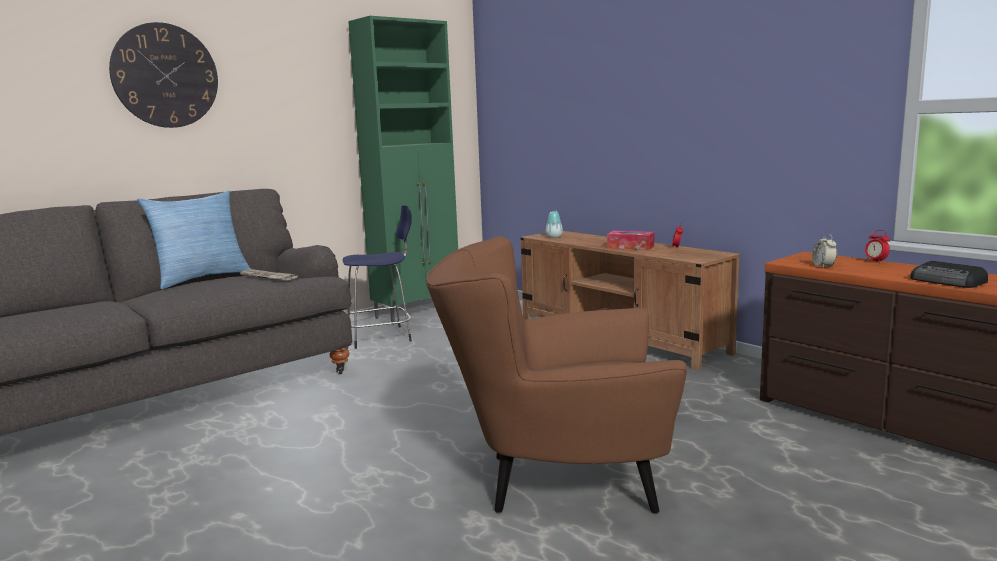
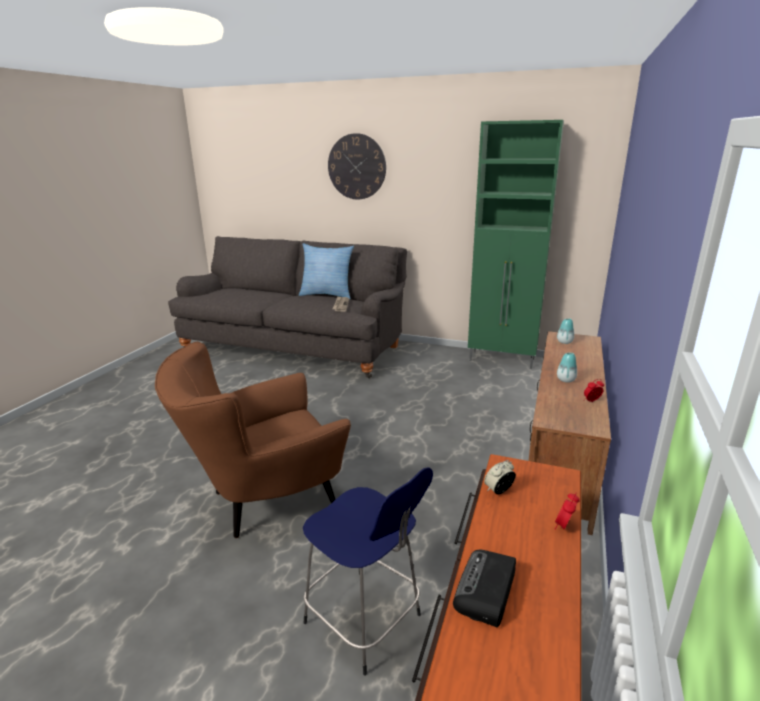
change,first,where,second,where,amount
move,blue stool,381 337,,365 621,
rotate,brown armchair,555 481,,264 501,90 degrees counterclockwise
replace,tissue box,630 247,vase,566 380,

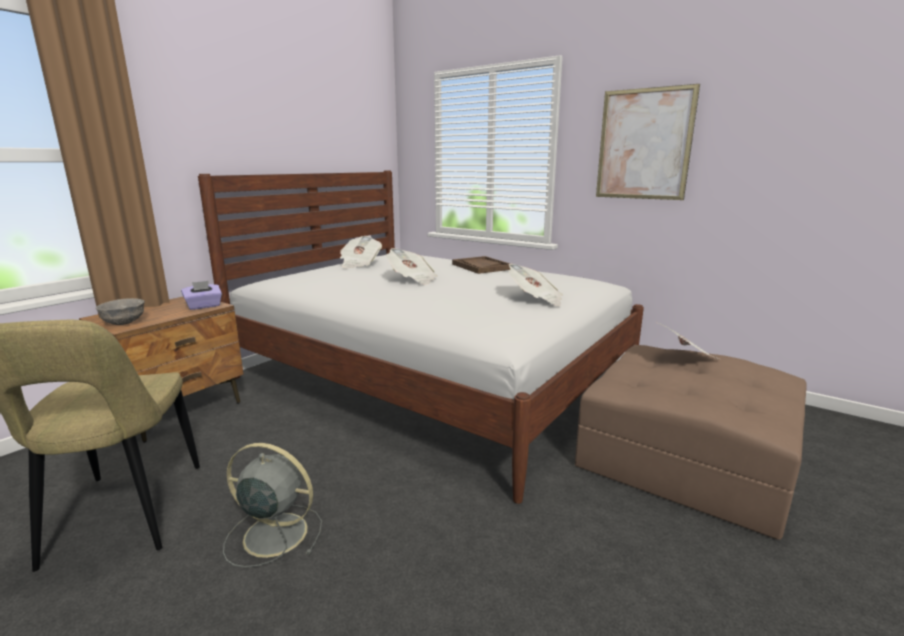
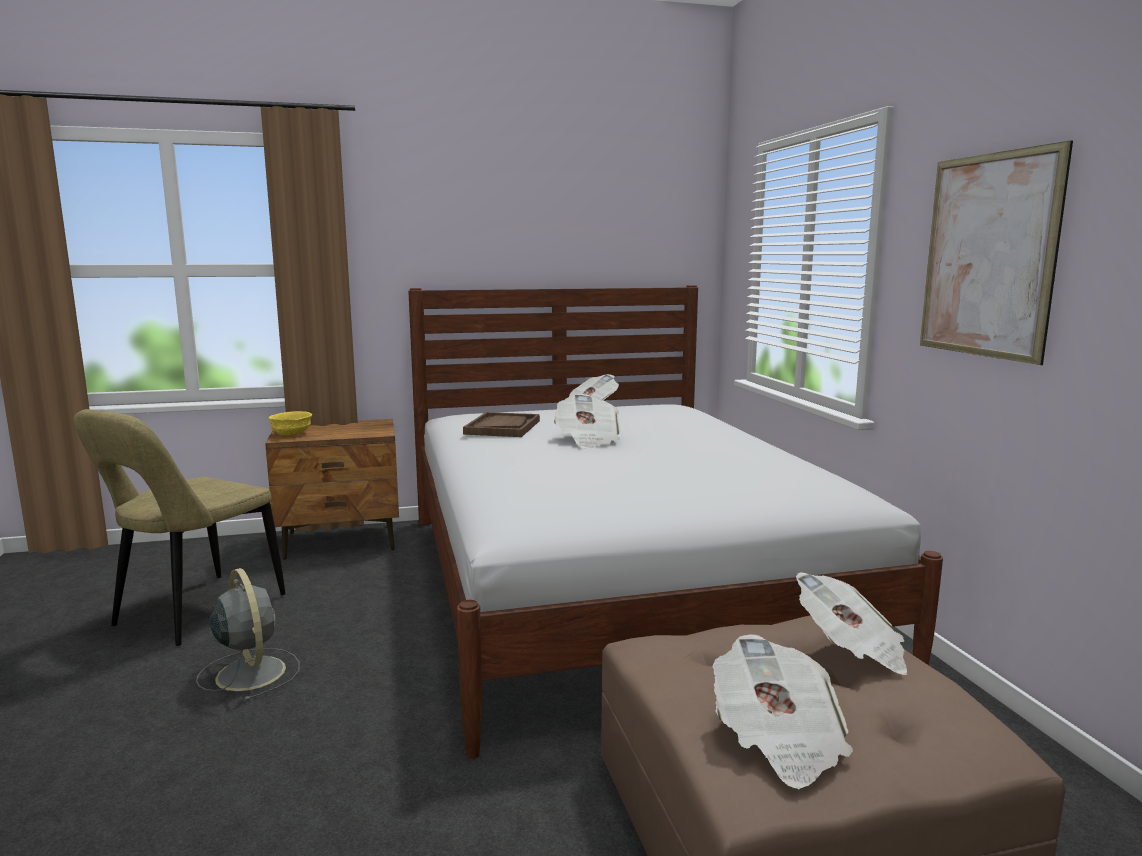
change,first,where,second,where,amount
recolor,grey bowl,125 322,yellow bowl,292 434,
delete,purple tissue box,204 306,,,
move,brown tray,481 266,,502 427,
move,newspaper,535 300,,778 741,

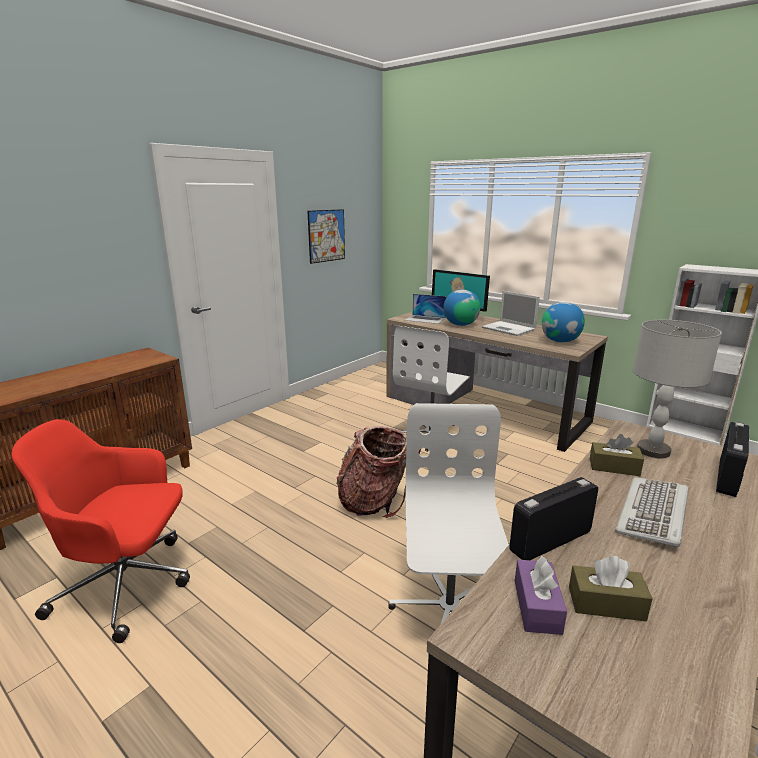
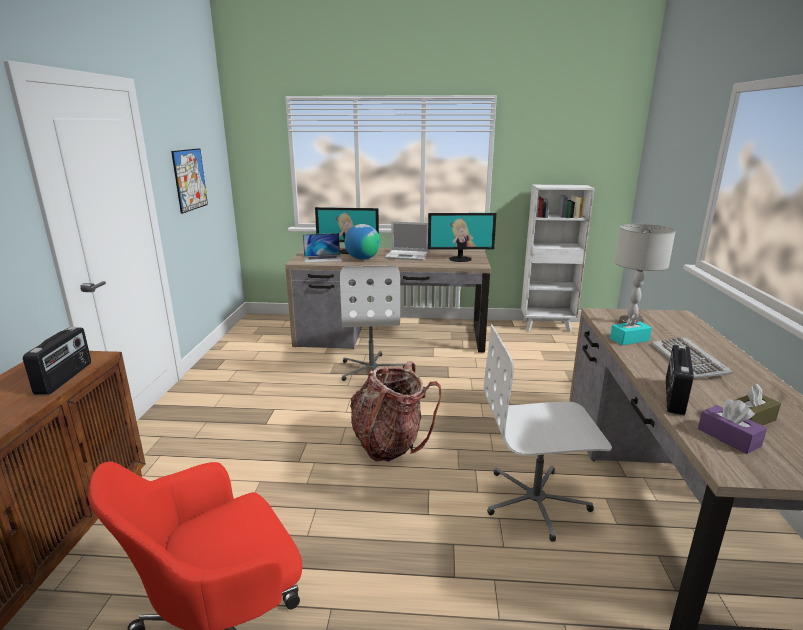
change,first,where,second,where,amount
rotate,white office chair,448 610,,536 501,60 degrees counterclockwise
replace,globe,560 341,monitor,460 259,
recolor,brown tissue box,614 467,turquoise tissue box,629 339,
move,radio,728 478,,65 378,

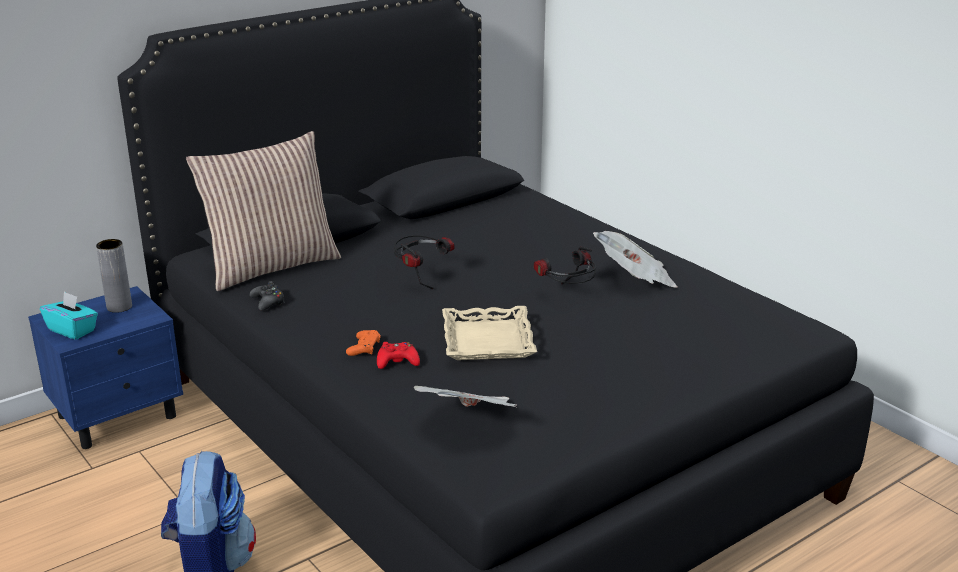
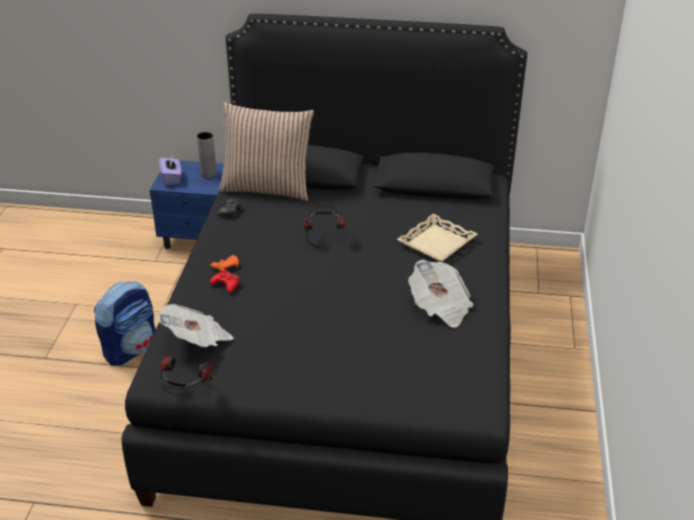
change,first,where,second,where,amount
recolor,turquoise tissue box,72 330,purple tissue box,171 178,
move,beige tray,487 340,,436 242,
move,headphones,567 296,,185 395,

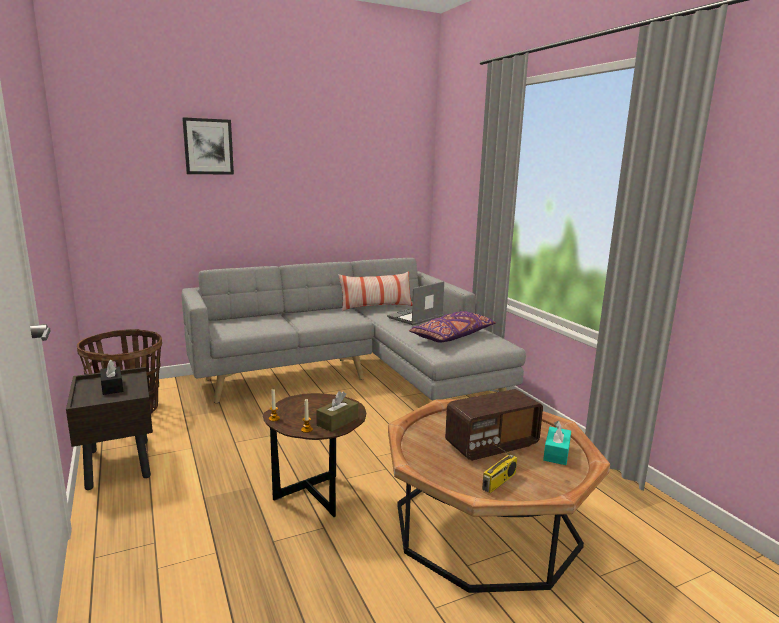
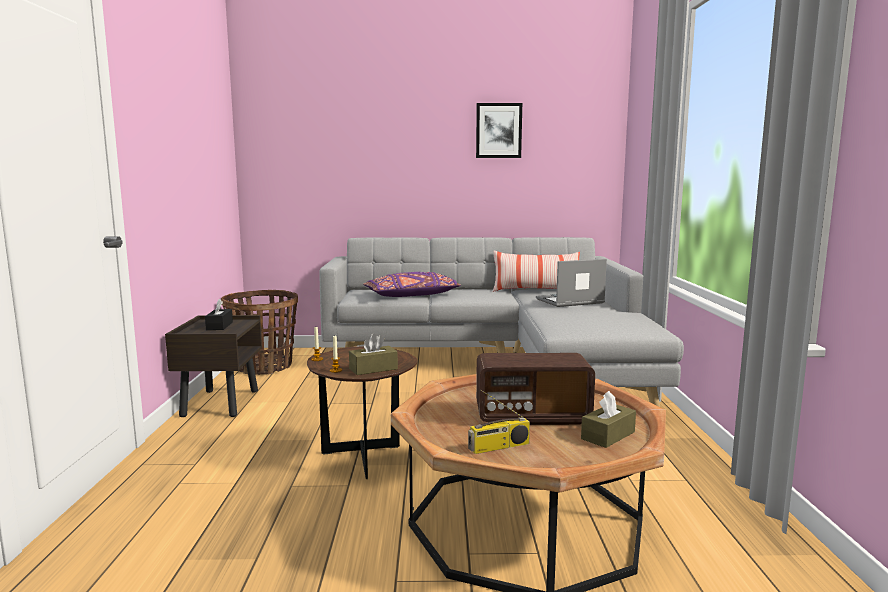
change,first,where,second,where,amount
move,picture,208 146,,498 130,
move,purple pillow,452 336,,411 295,
recolor,turquoise tissue box,556 453,brown tissue box,608 435,

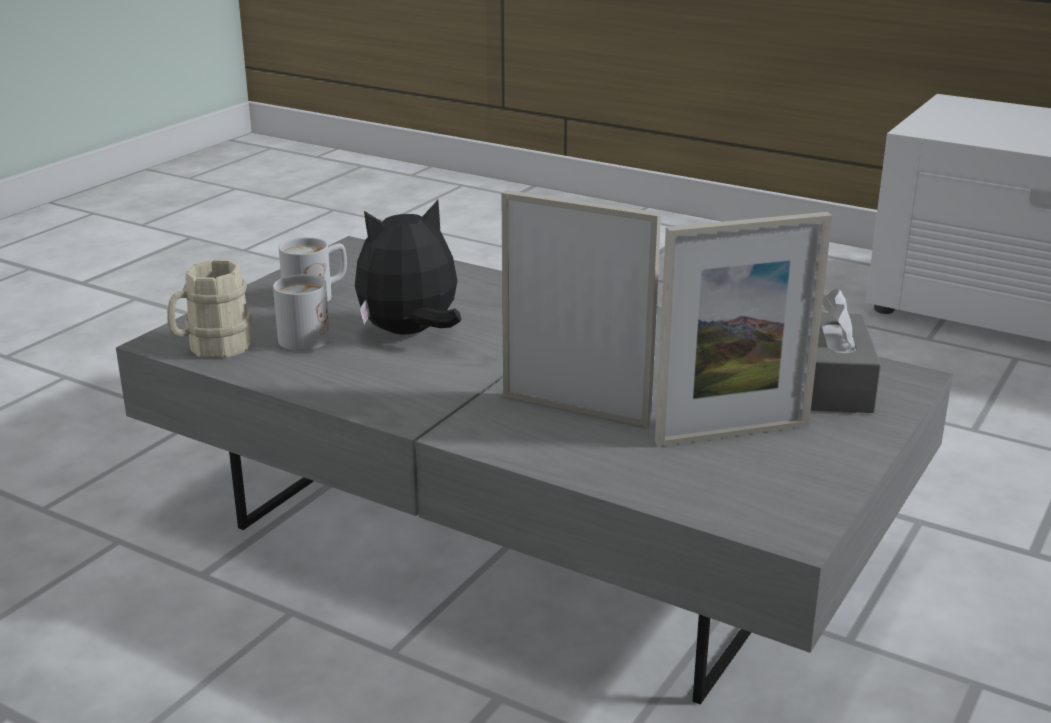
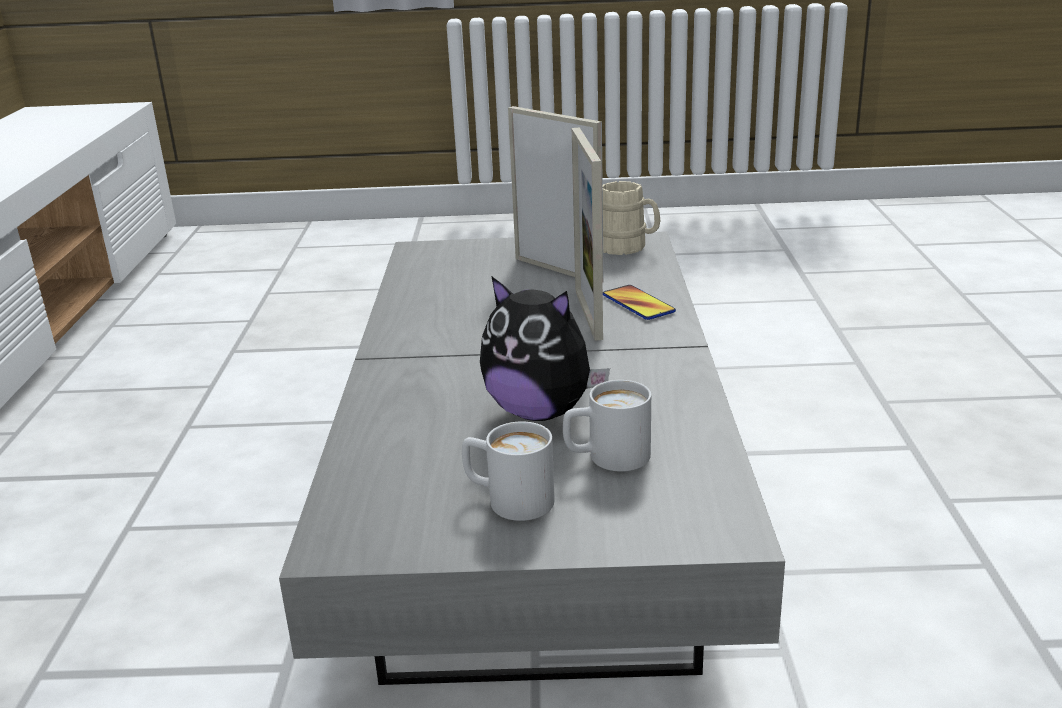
change,first,where,second,where,amount
move,beige mug,212 348,,628 247,
delete,grey tissue box,833 384,,,
insert,,,phone,638 304,

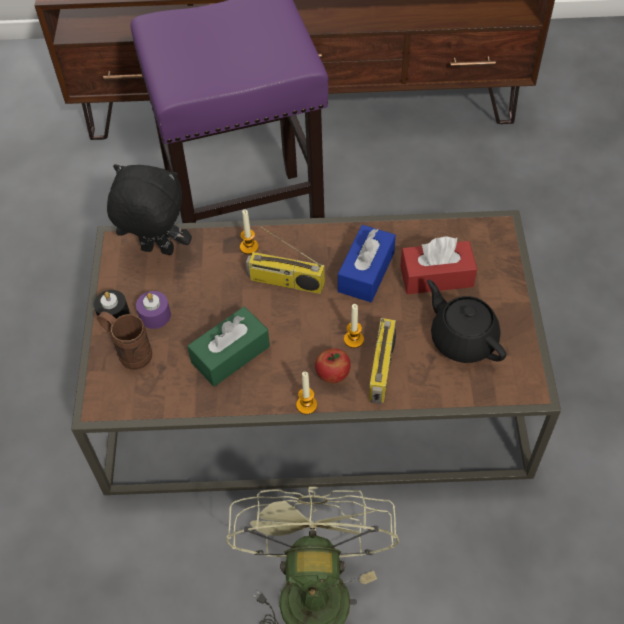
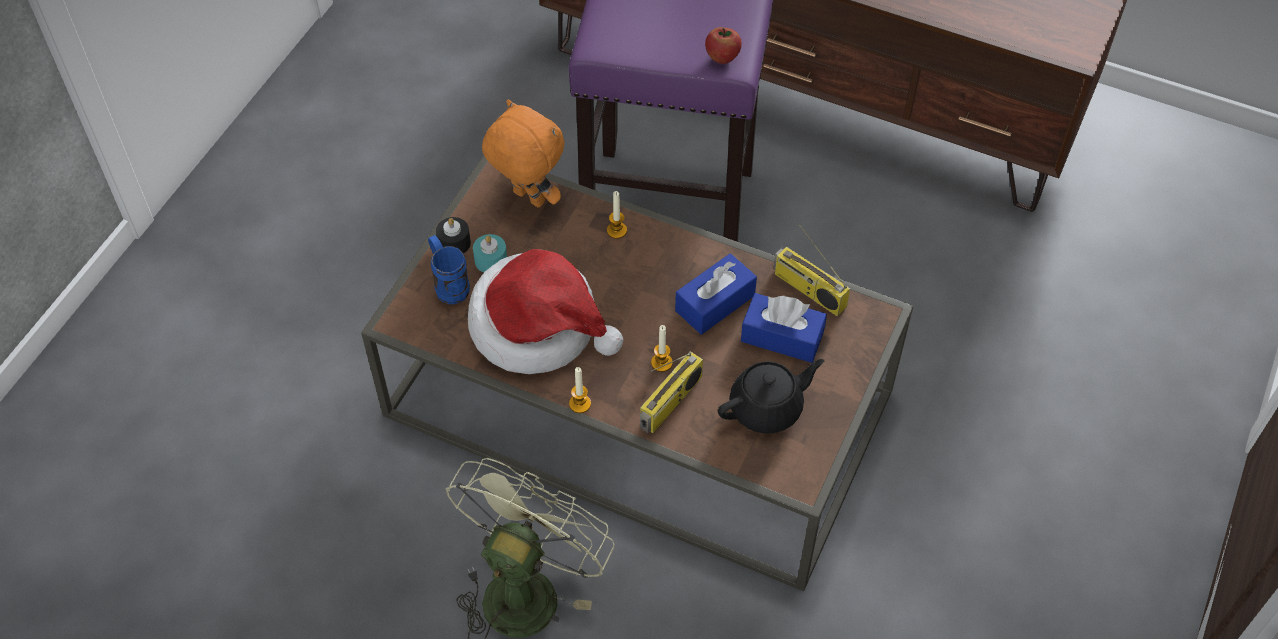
change,first,where,second,where,amount
recolor,brown mug,129 352,blue mug,448 284,
recolor,black plush toy,156 251,orange plush toy,527 198,
recolor,purple candle,155 315,turquoise candle,491 260,
replace,green tissue box,230 354,hat,538 326,
move,radio,285 282,,808 290,
move,apple,332 375,,722 58,
recolor,red tissue box,436 276,blue tissue box,782 337,
rotate,black teapot,462 339,,767 408,75 degrees clockwise

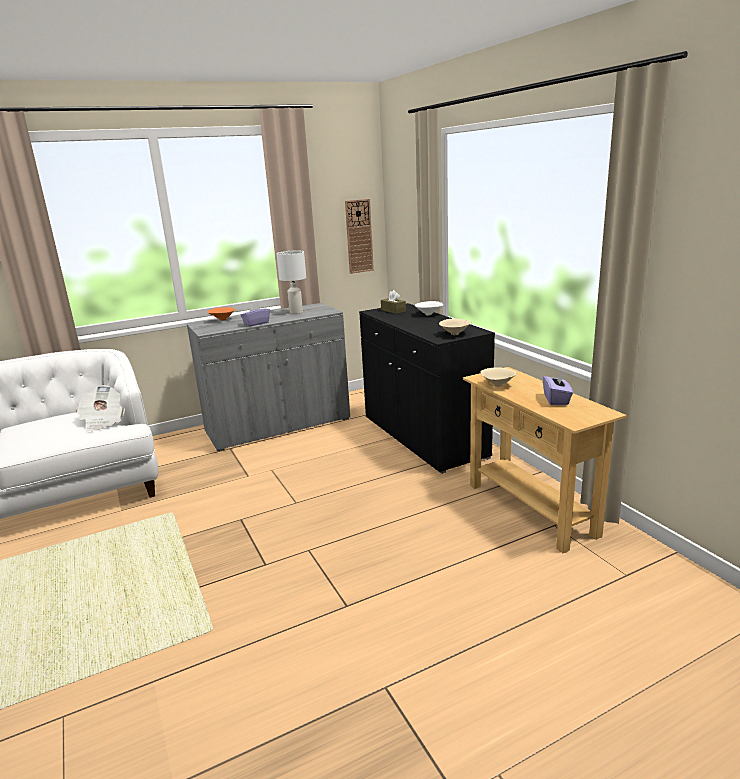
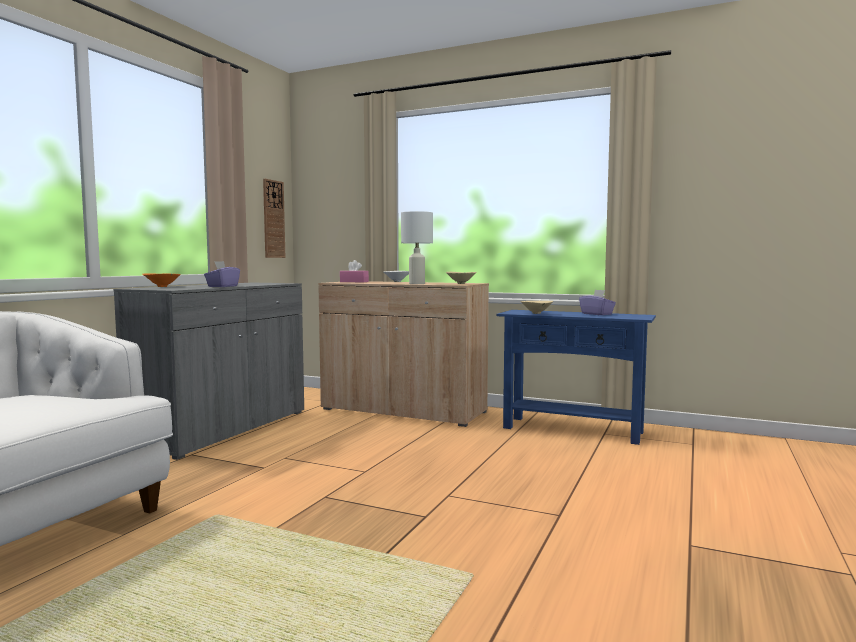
change,first,where,second,where,amount
delete,newspaper,104 420,,,
move,white table lamp,295 312,,417 284,
recolor,black cabinet,423 437,beige cabinet,403 411,
recolor,brown tissue box,393 310,pink tissue box,354 282,
recolor,beige console table,530 509,blue console table,572 430,

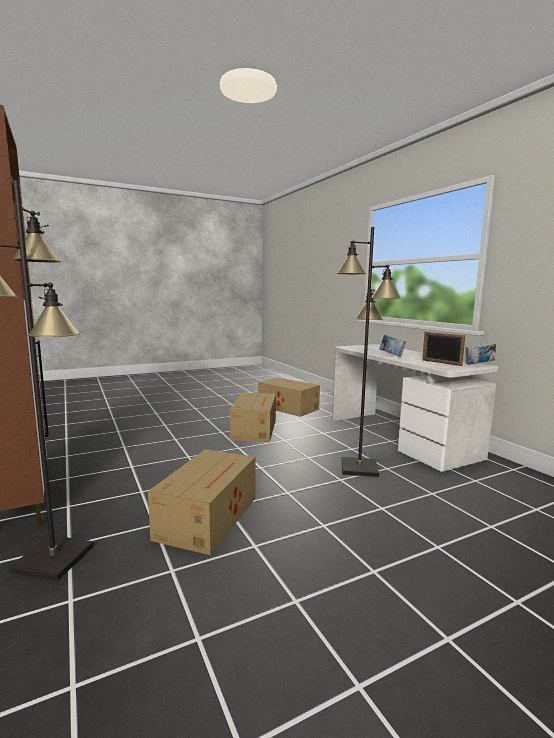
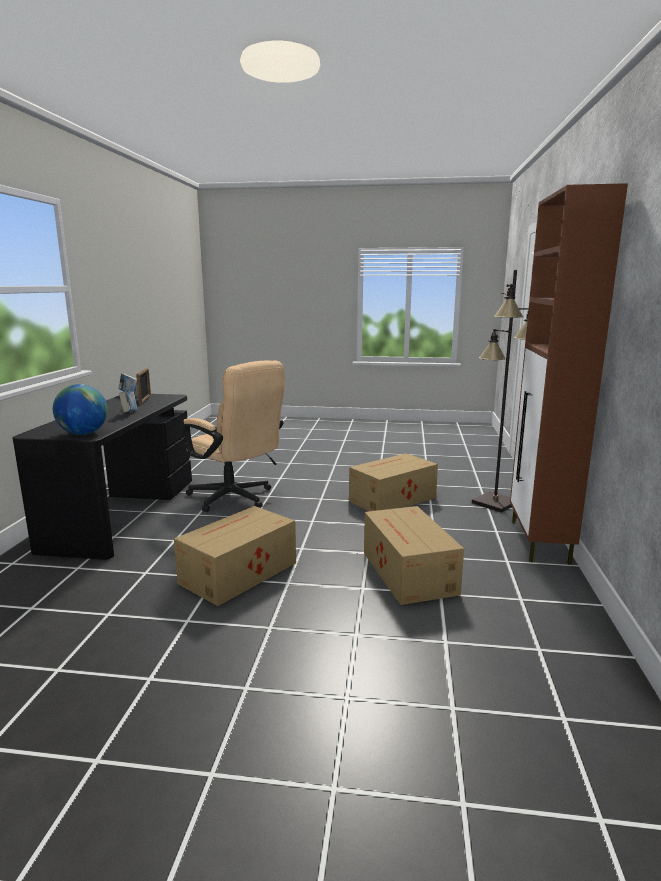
change,first,where,second,where,amount
move,cardboard box,287 407,,408 573,
recolor,white desk,399 437,black desk,123 512,
replace,black floor lamp,358 468,beige office chair,236 499,
insert,,,globe,83 434,

